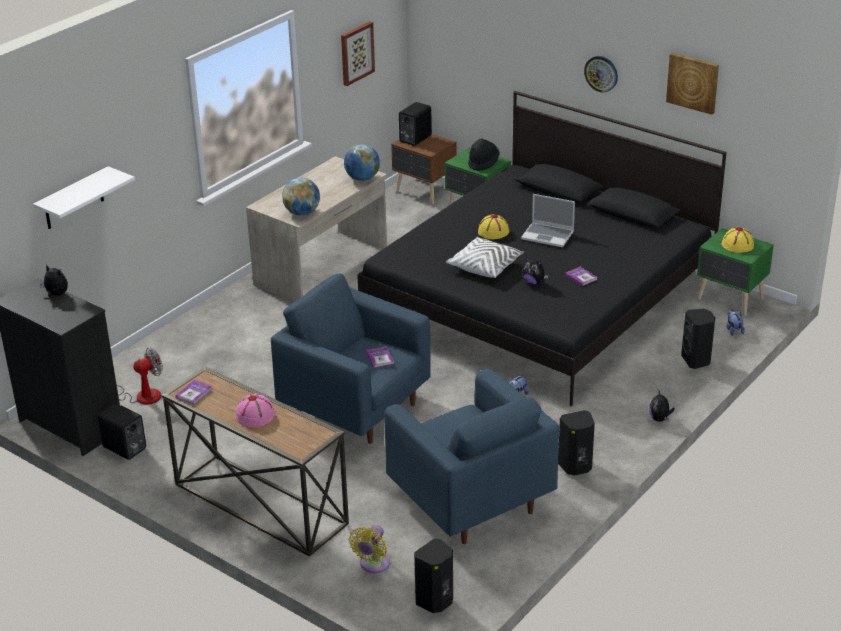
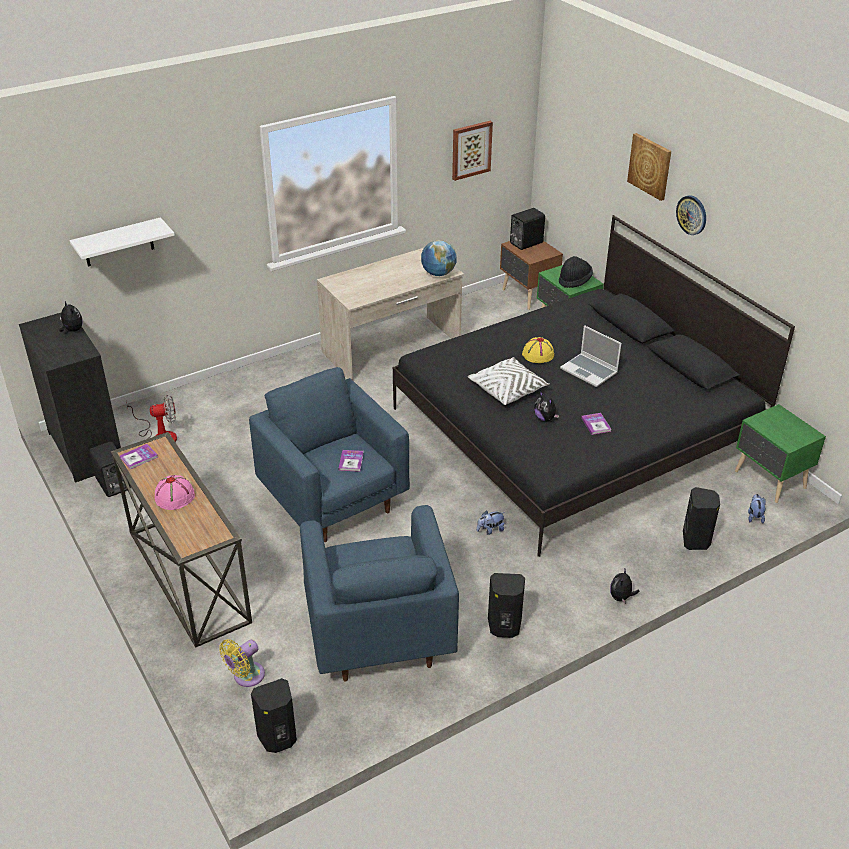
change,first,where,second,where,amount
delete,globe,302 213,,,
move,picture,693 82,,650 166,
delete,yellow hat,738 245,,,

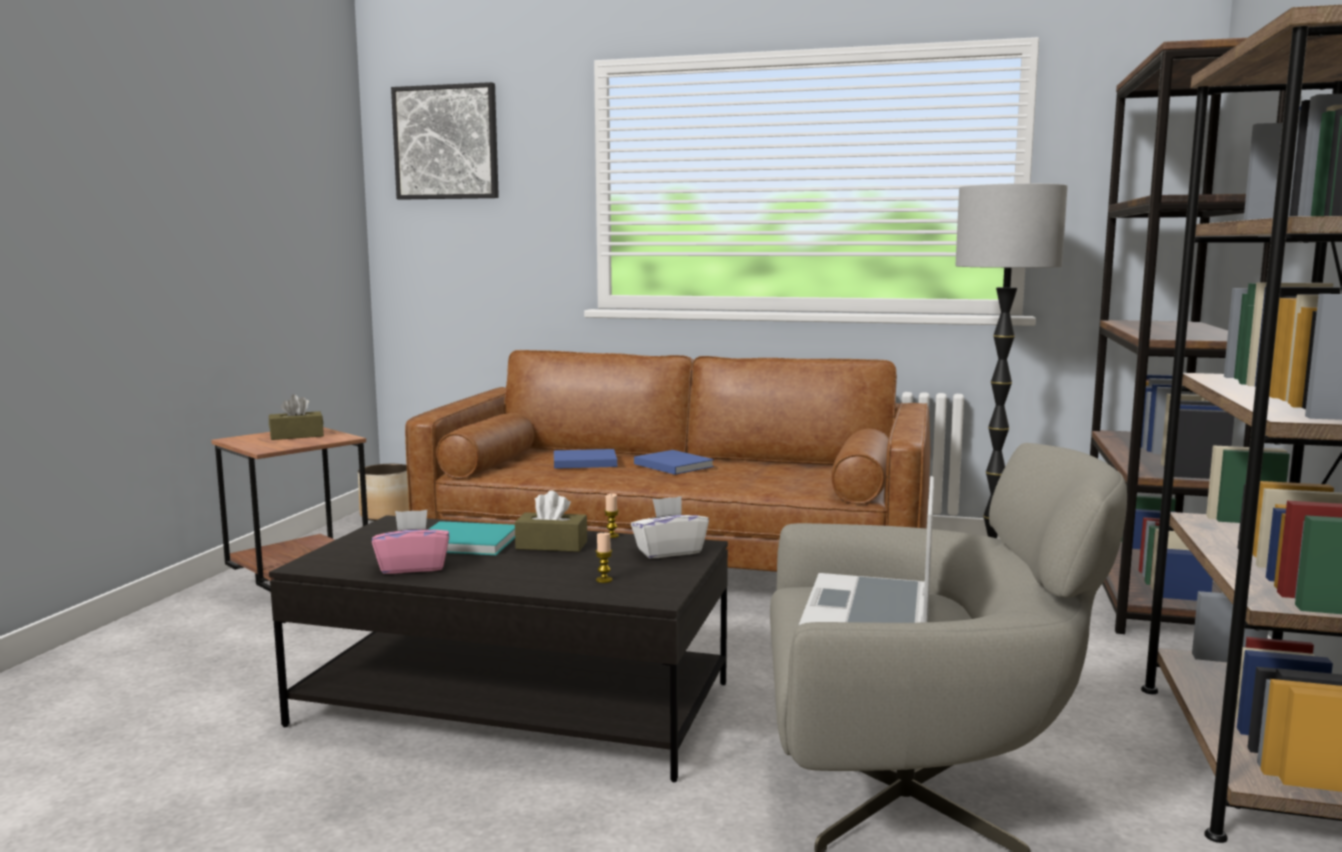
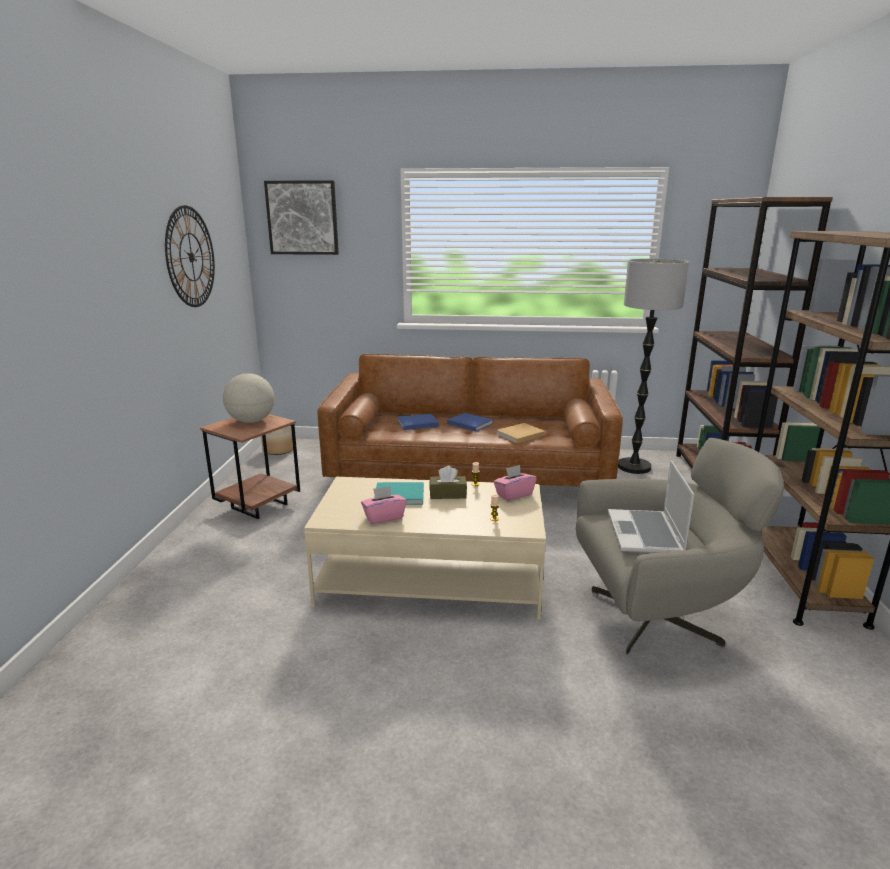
change,first,where,second,where,amount
replace,brown tissue box,297 436,globe,251 421,
recolor,black coffee table,515 704,beige coffee table,431 579,
recolor,white tissue box,669 551,pink tissue box,514 494,
insert,,,wall clock,191 257,
insert,,,beige book,519 435,

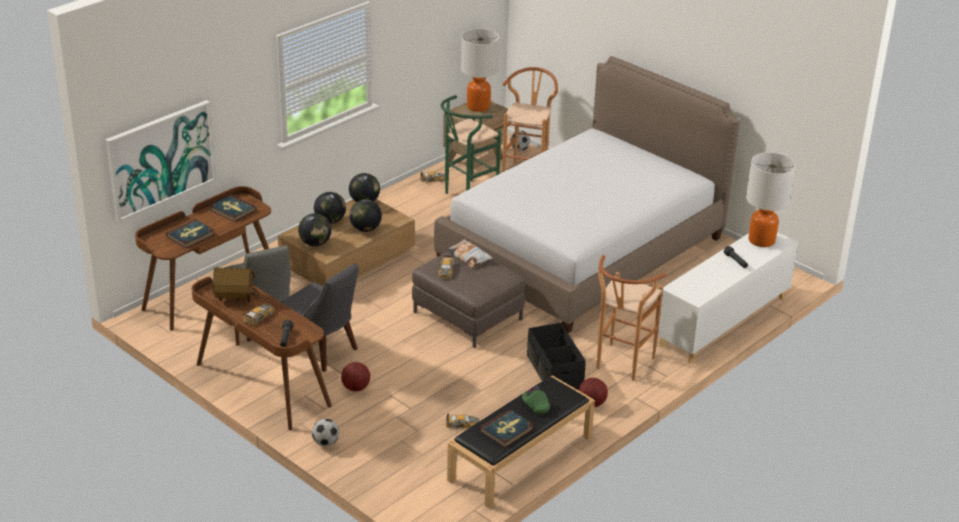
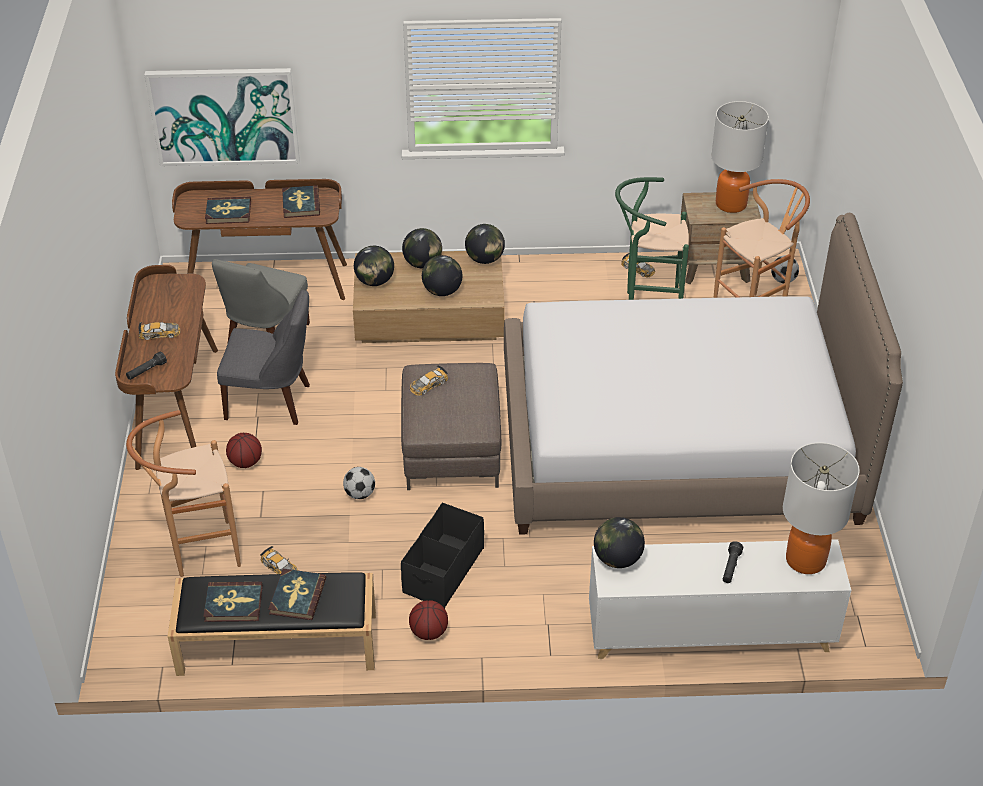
change,first,where,second,where,amount
delete,toy house,235 298,,,
rotate,grey chair,321 350,,272 402,75 degrees counterclockwise
move,football,325 443,,359 494,
delete,pillow,469 257,,,
replace,green cap,535 406,book,297 596,
move,brown stool,621 365,,197 552,
insert,,,globe,617 559,

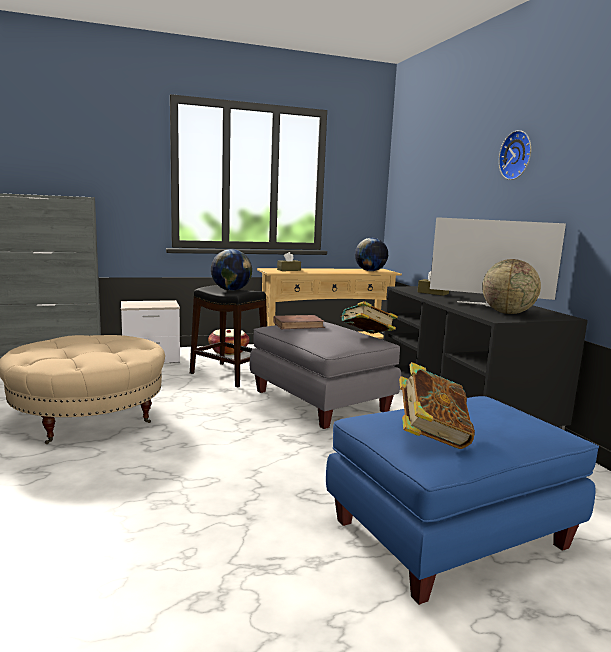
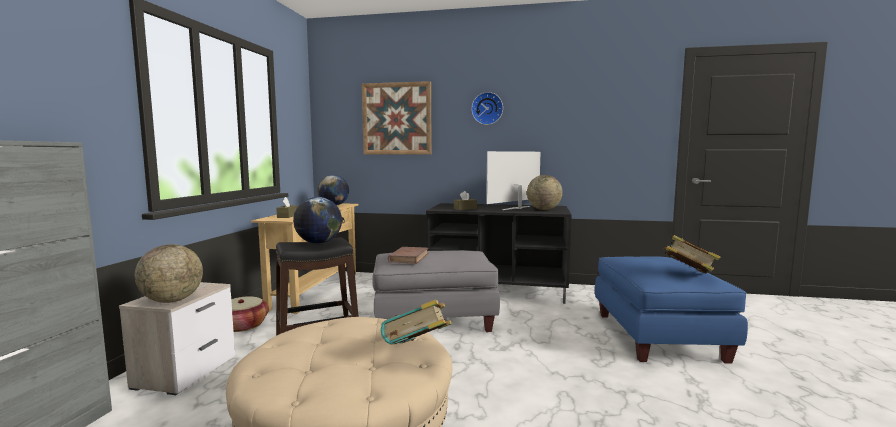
change,first,where,second,where,amount
move,book,366 337,,418 352,
insert,,,globe,172 300,
insert,,,picture,396 119,

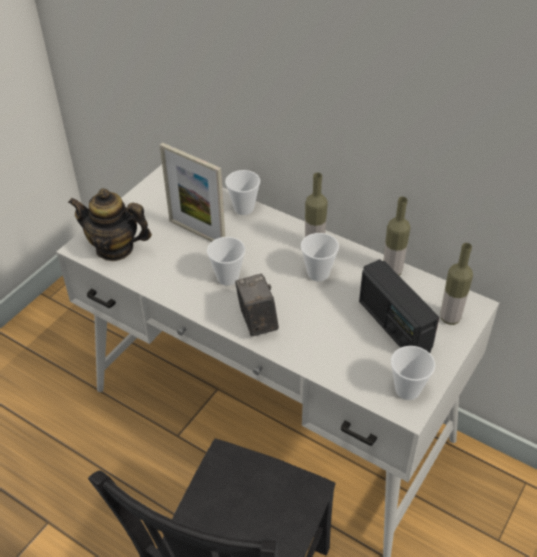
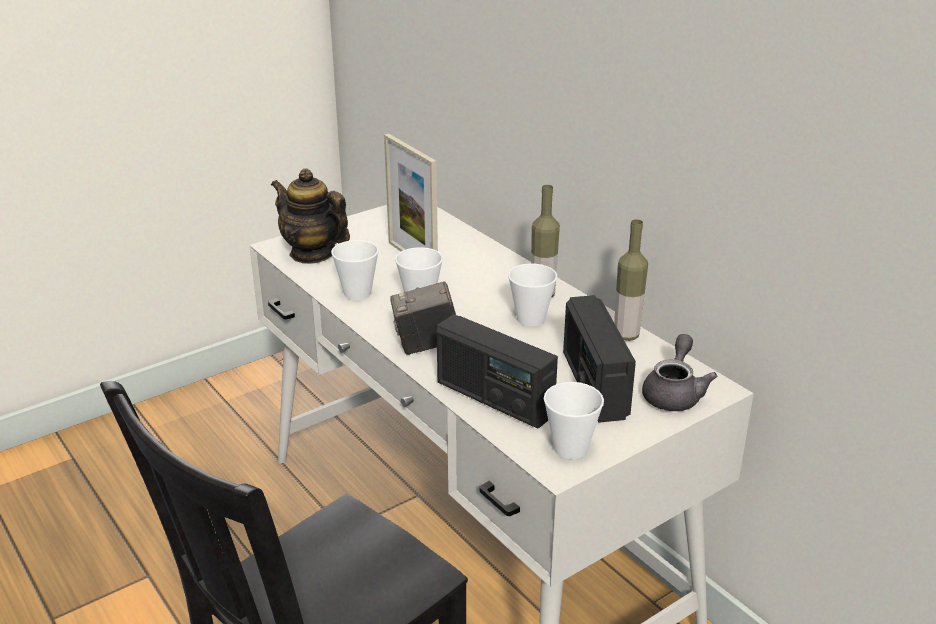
change,first,where,second,where,amount
move,cup,243 208,,357 293,
rotate,photo camera,257 321,,426 345,105 degrees counterclockwise
replace,bottle,450 318,grey teapot,674 393,
insert,,,radio,494 399,

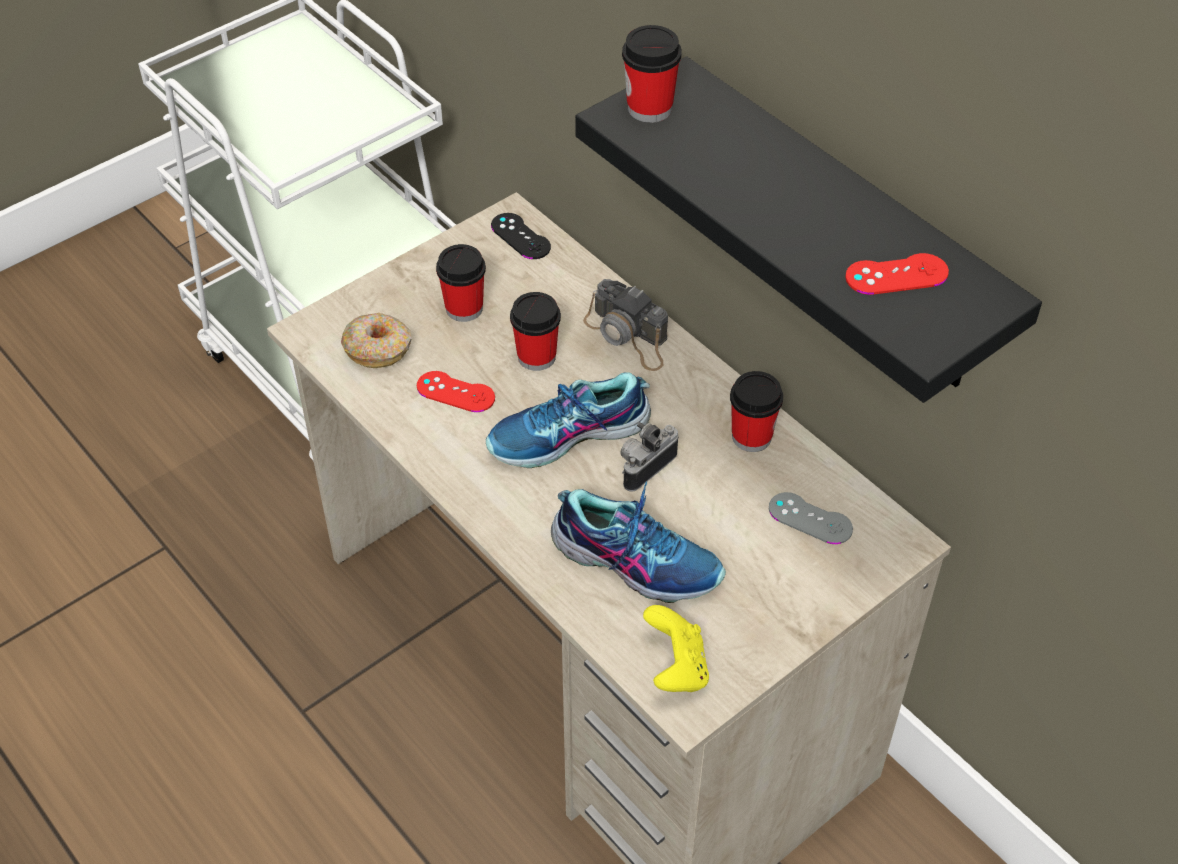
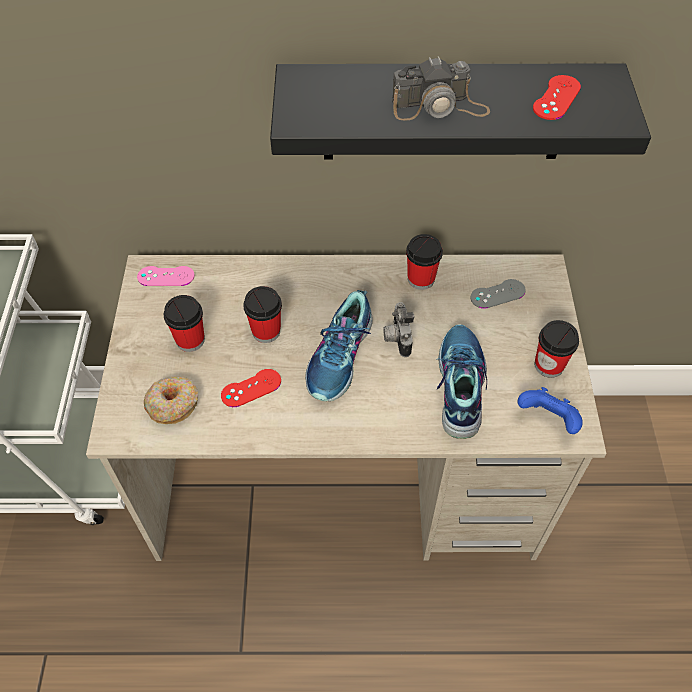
change,first,where,second,where,amount
recolor,black game controller,520 236,pink game controller,166 276,
rotate,shoe,637 560,,458 386,60 degrees counterclockwise
move,photo camera,628 336,,439 107,
move,cup,649 108,,549 365,
recolor,yellow game controller,676 668,blue game controller,547 419,

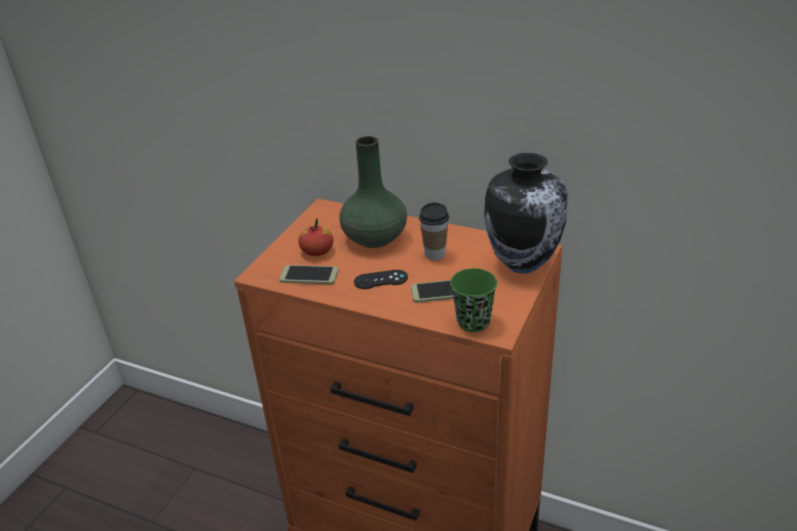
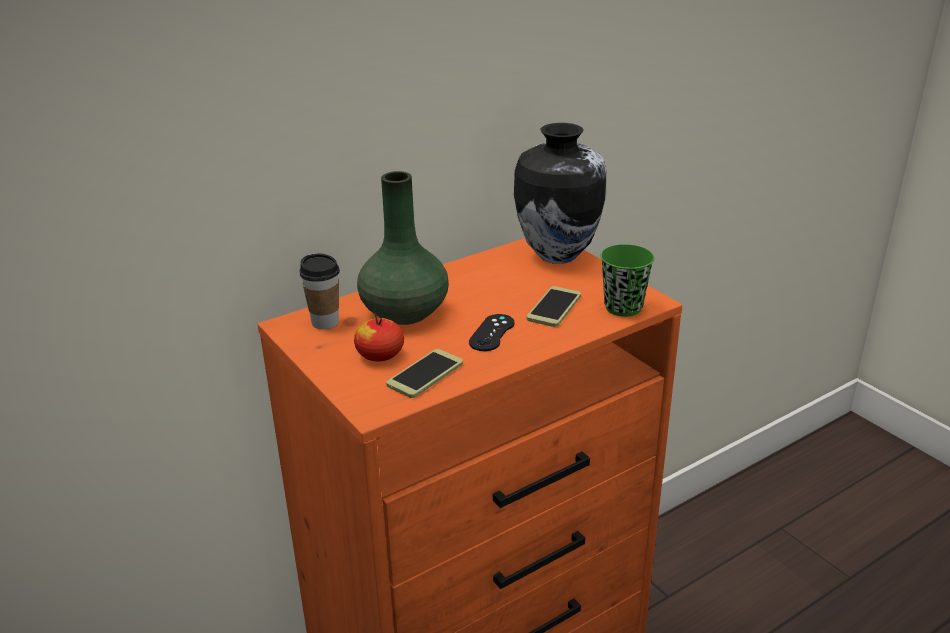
change,first,where,second,where,amount
move,cup,435 254,,325 322,

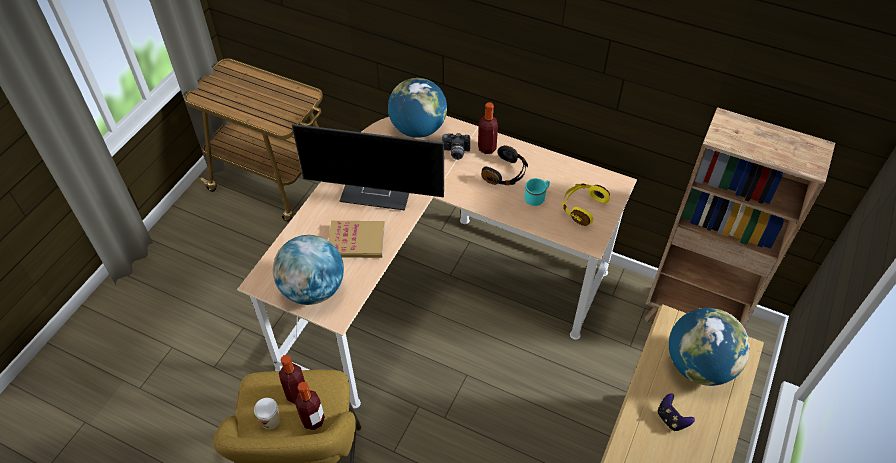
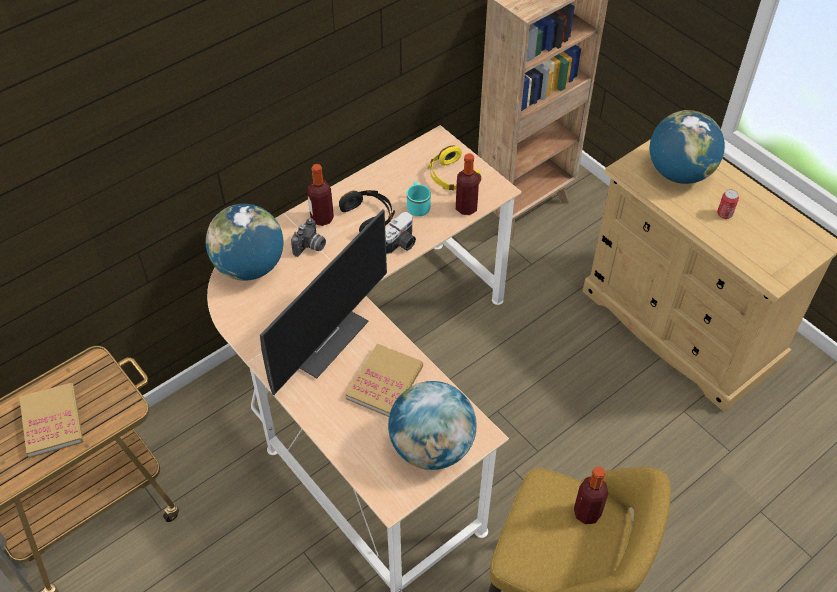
change,first,where,second,where,amount
delete,cup,270 420,,,
move,bottle,297 394,,466 208,
replace,game controller,671 419,can,724 214,
insert,,,book,52 421,
insert,,,photo camera,400 244,

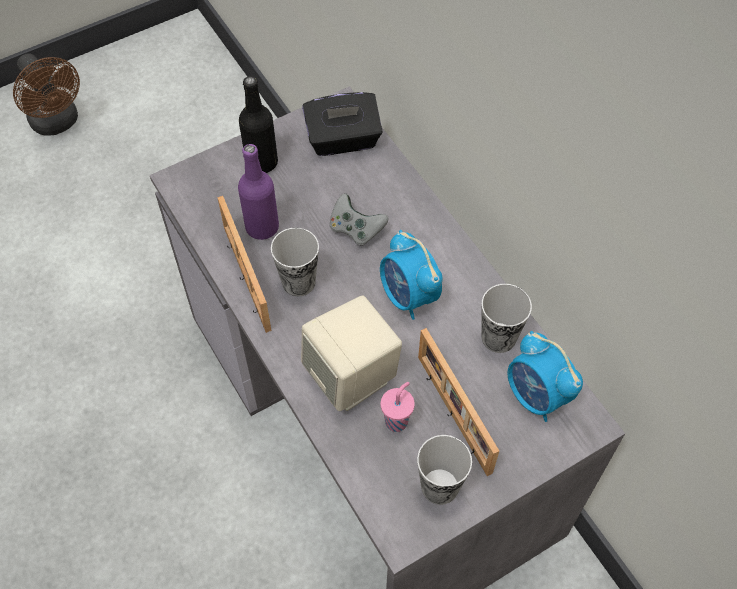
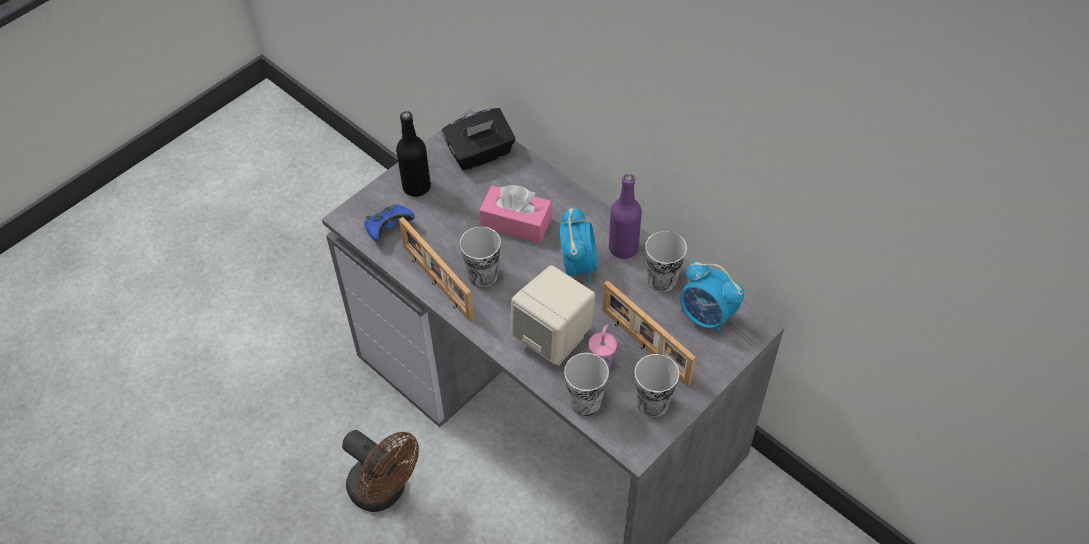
change,first,where,second,where,amount
move,brown fan,58 123,,384 491,
move,purple bottle,262 227,,623 248,
replace,grey game controller,356 229,pink tissue box,516 223,
rotate,alarm clock,408 296,,578 265,135 degrees counterclockwise
insert,,,blue game controller,388 229,
insert,,,cup,585 402,

